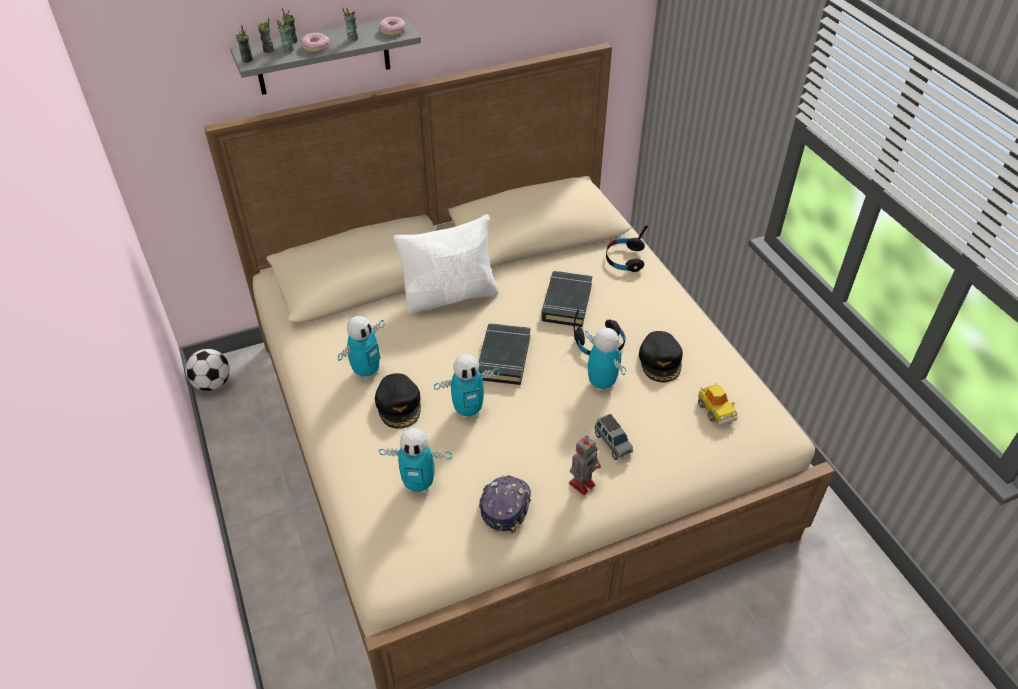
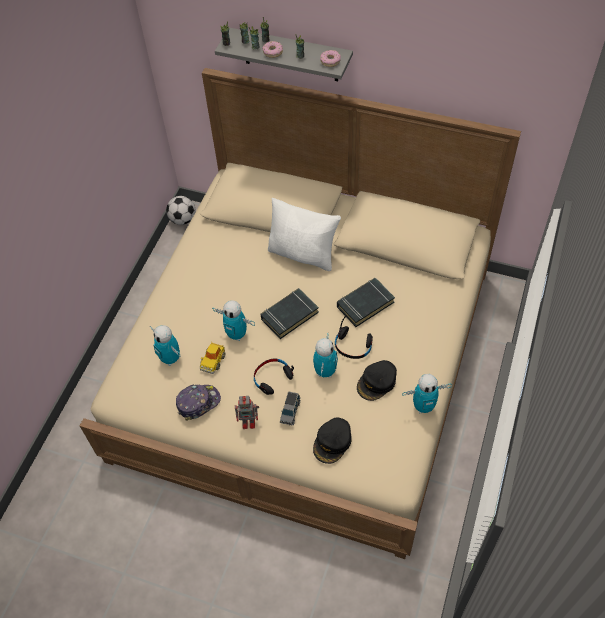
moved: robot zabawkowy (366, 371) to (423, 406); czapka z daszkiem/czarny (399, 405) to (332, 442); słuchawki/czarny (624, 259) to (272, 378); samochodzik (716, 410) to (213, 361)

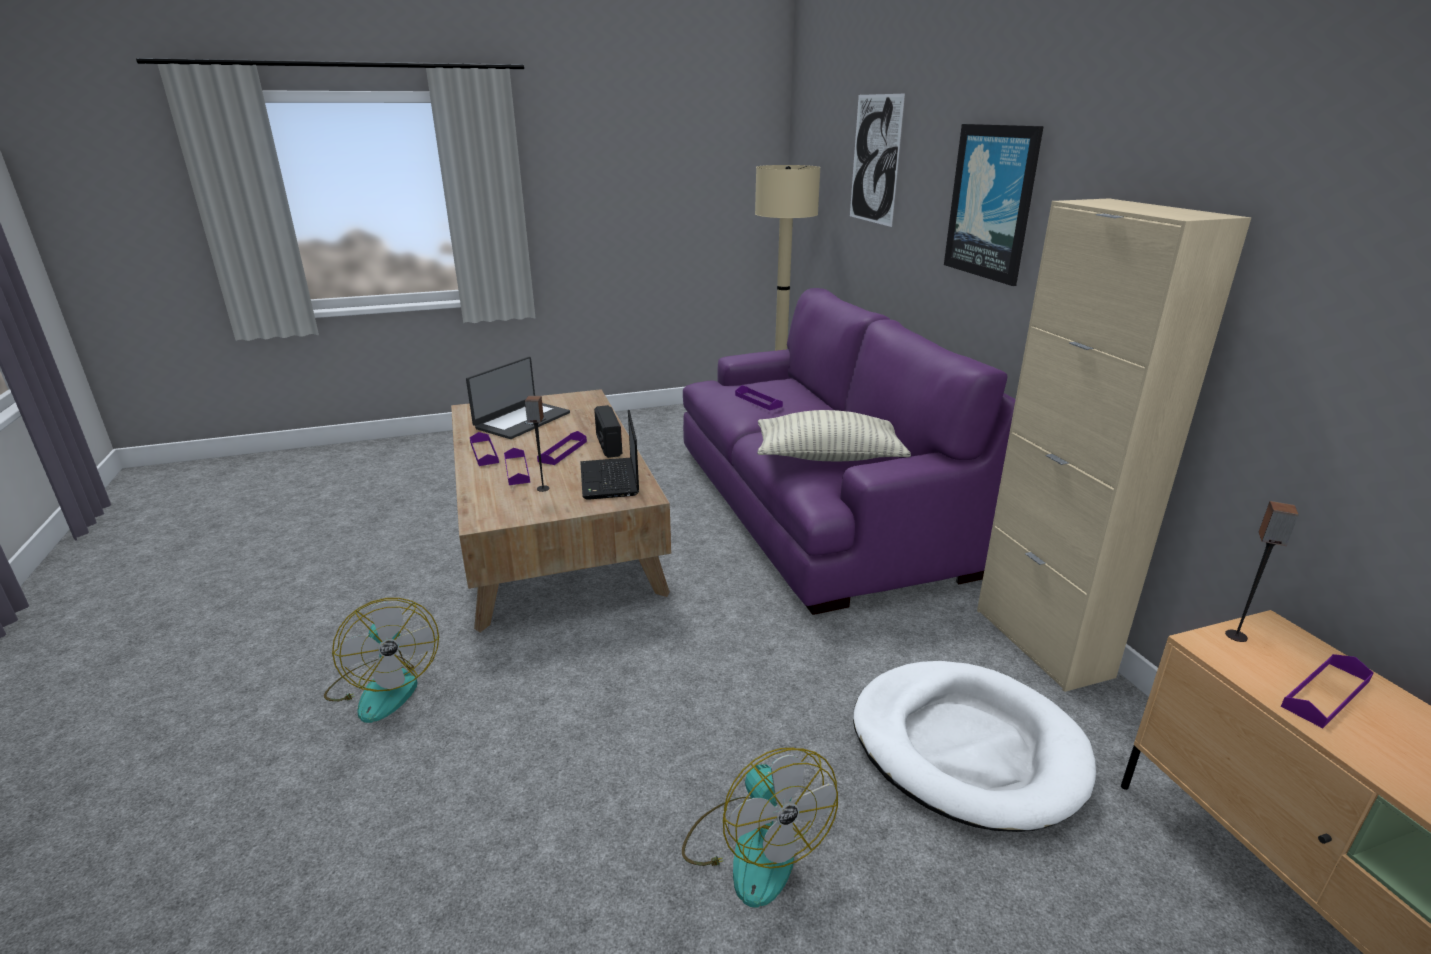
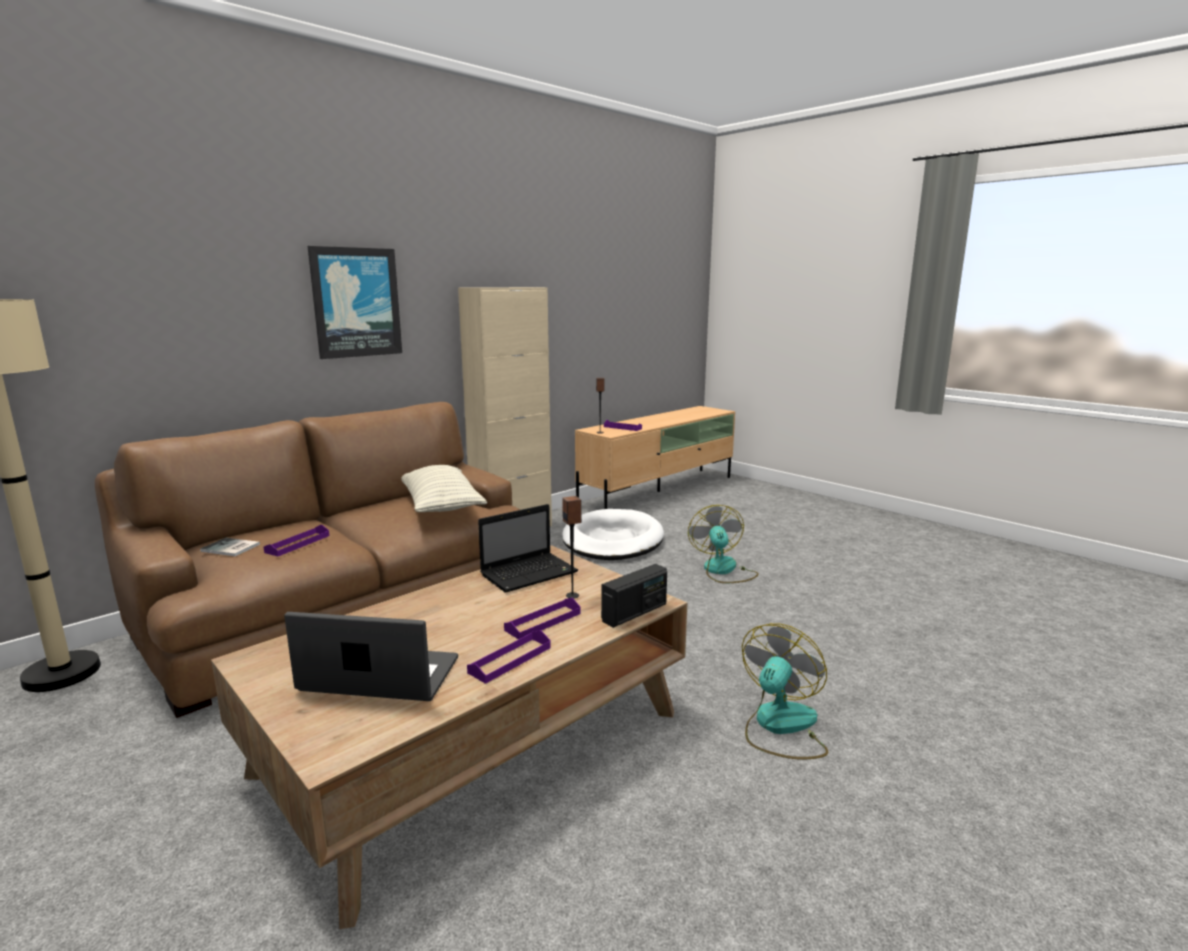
removed: taca/fioletowy (563, 451); obraz (875, 159)
added: książka (230, 548)
moved: radio (608, 445) to (635, 613)
recoloured: kanapa/fioletowy (815, 505) to kanapa/brązowy (348, 609)
turned: wentylator (753, 847) = (723, 570) 45 degrees counterclockwise

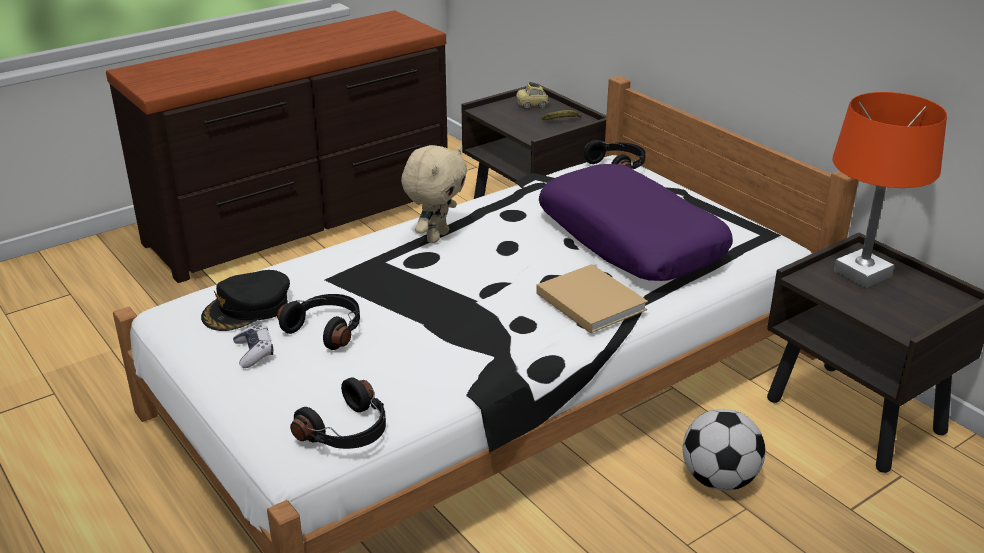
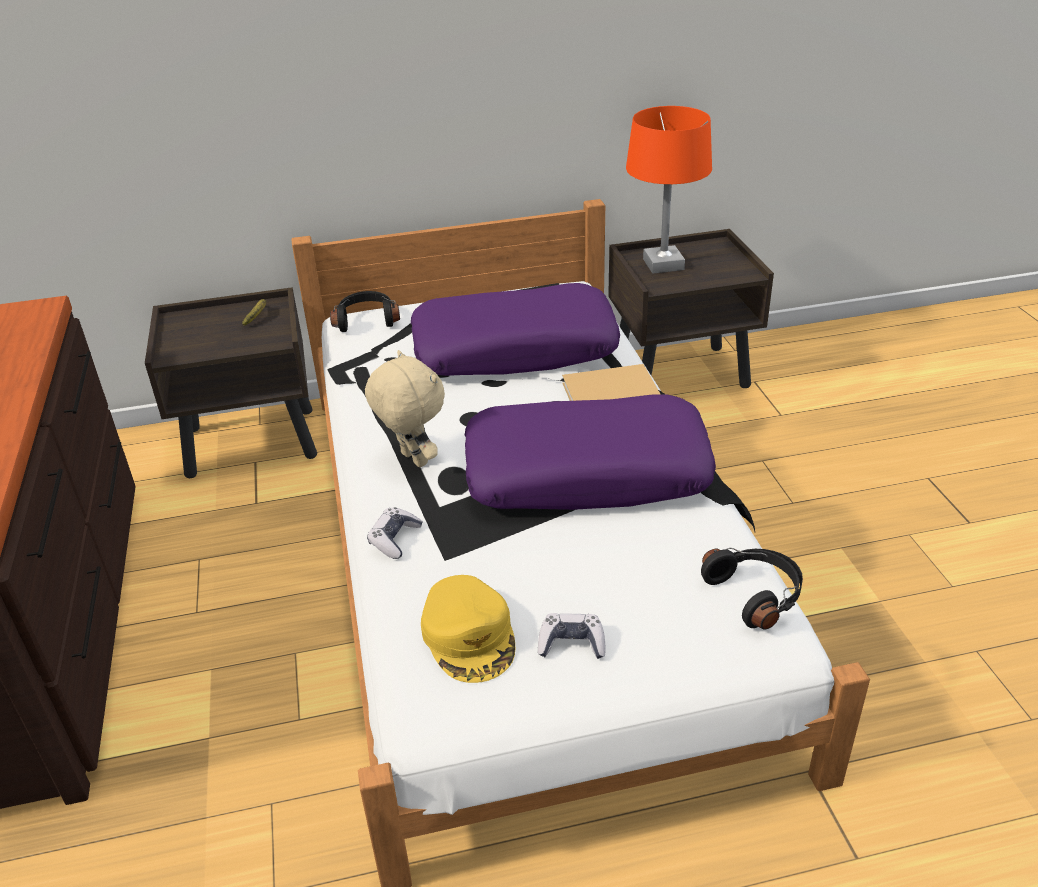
removed: słuchawki/czarny (327, 329); samochodzik (532, 105); piłka futbolowa (719, 480)
added: pad do gier (395, 539); poduszka/fioletowy (587, 473)
recoloured: czapka z daszkiem/czarny (247, 309) to czapka z daszkiem/żółty (470, 636)

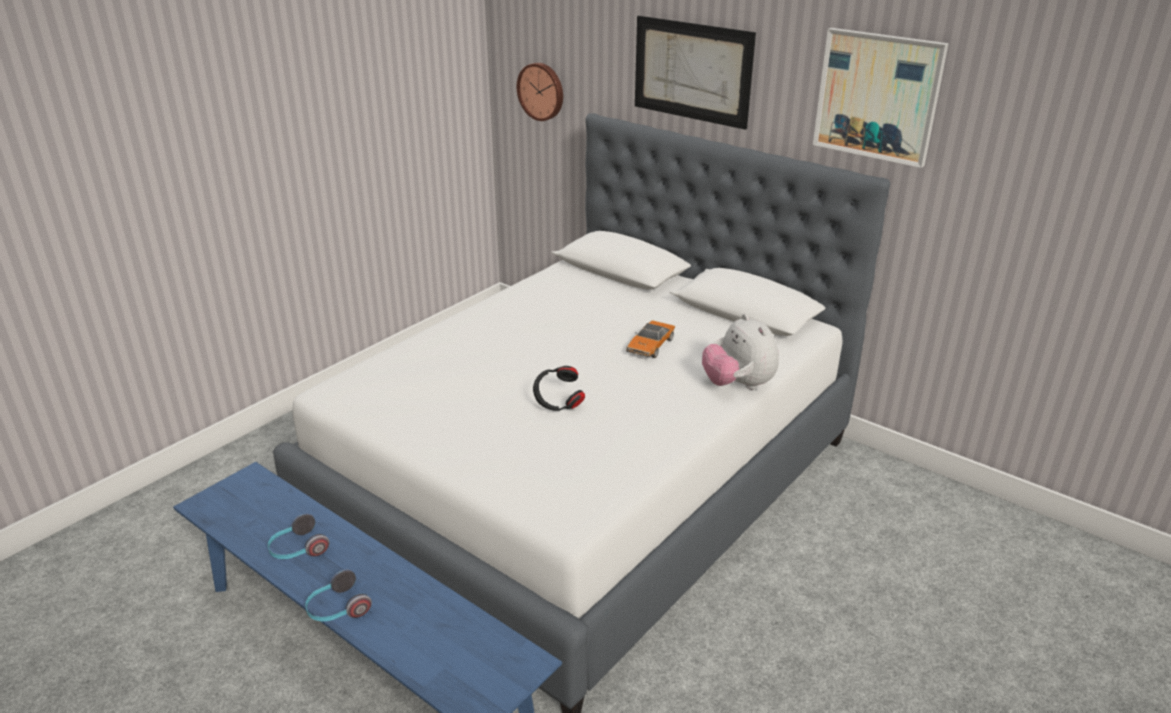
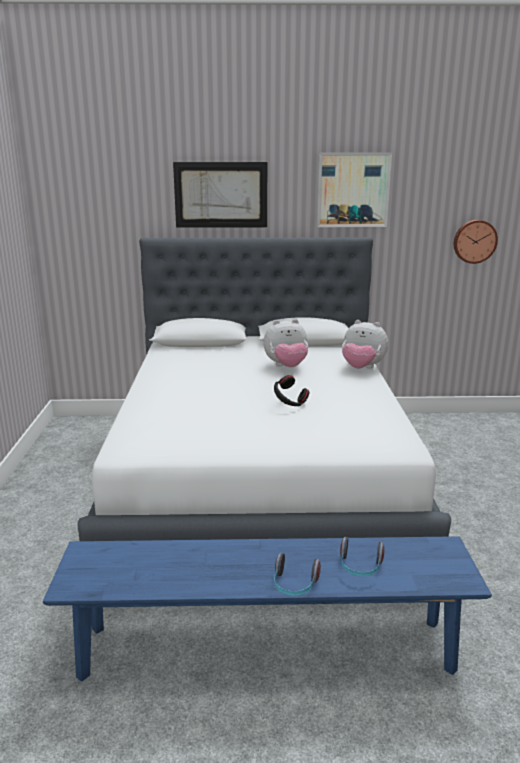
moved: słuchawki (297, 549) to (360, 567); zegar ścienny (541, 91) to (474, 241)
replaced: samochodzik (650, 346) to pluszak (286, 367)

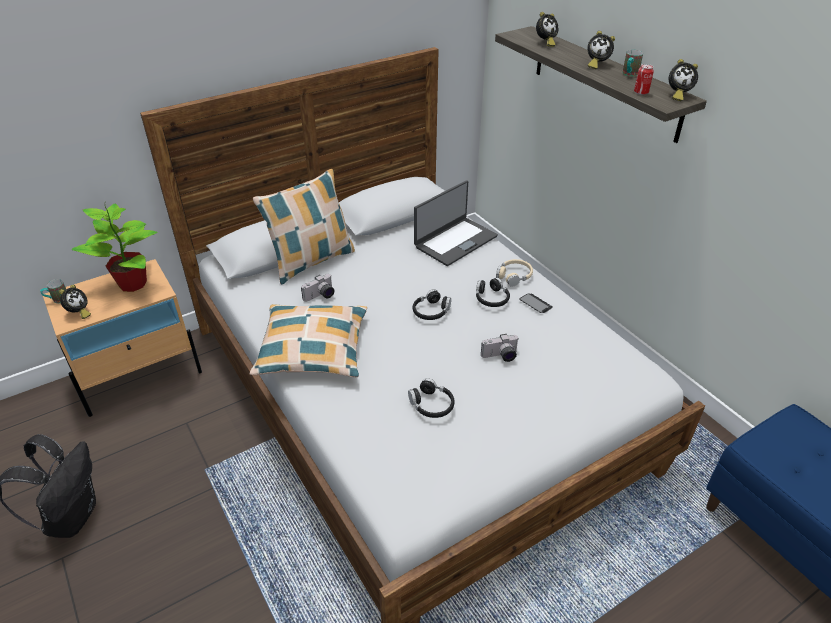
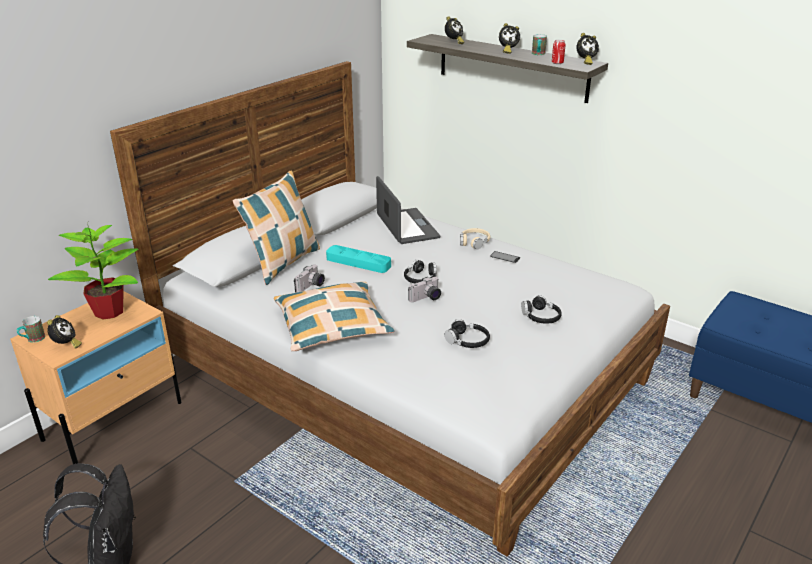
added: taca/turkusowy (358, 262)
moved: słuchawki/czarny (491, 298) to (541, 317); aparat fotograficzny (500, 356) to (426, 298)
turned: laptop (455, 241) = (406, 227) 45 degrees counterclockwise

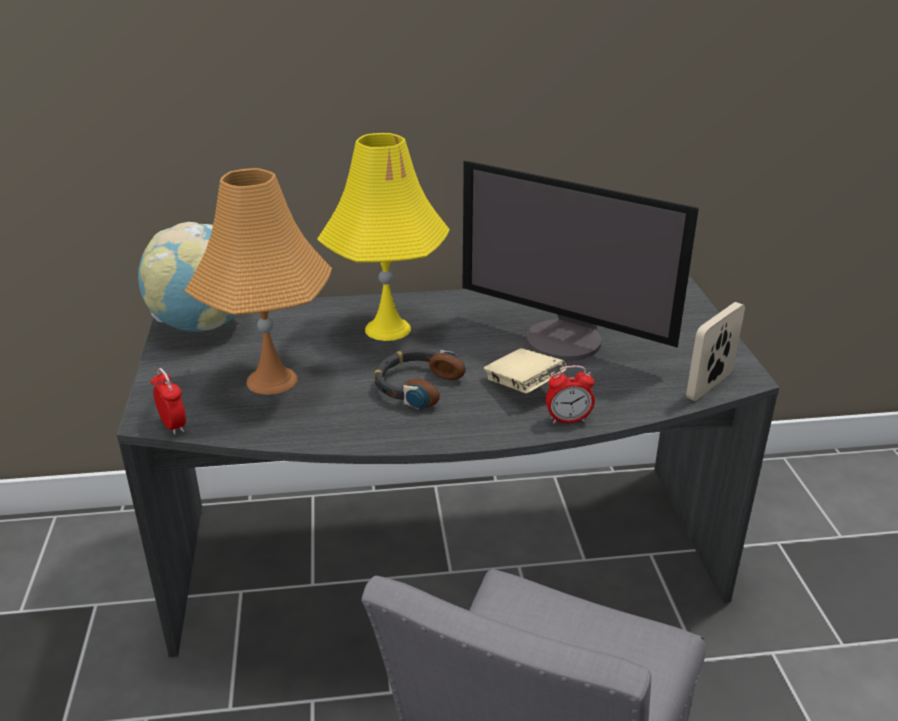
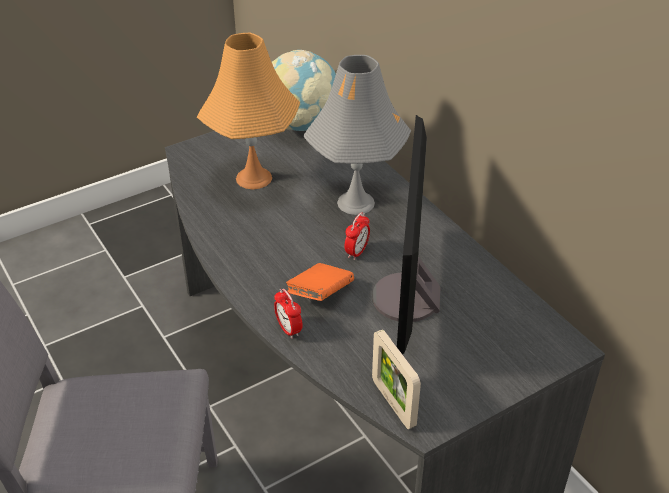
removed: słuchawki (416, 385)
moved: budzik (173, 425) to (357, 252)
recoloured: lampa stołowa/żółty (388, 329) to lampa stołowa/szary (356, 203); książka/beżowy (523, 386) to książka/pomarańczowy (320, 294)
turned: ramka na zdjęcie (709, 385) = (393, 403) 135 degrees counterclockwise

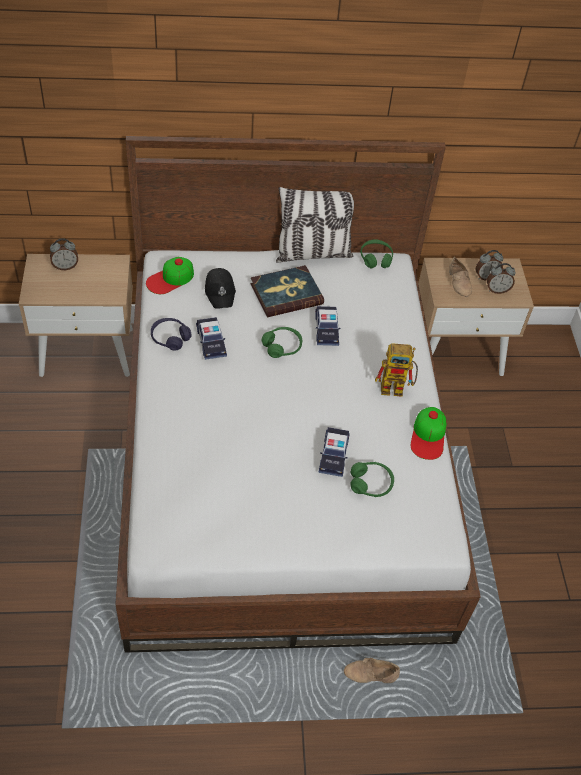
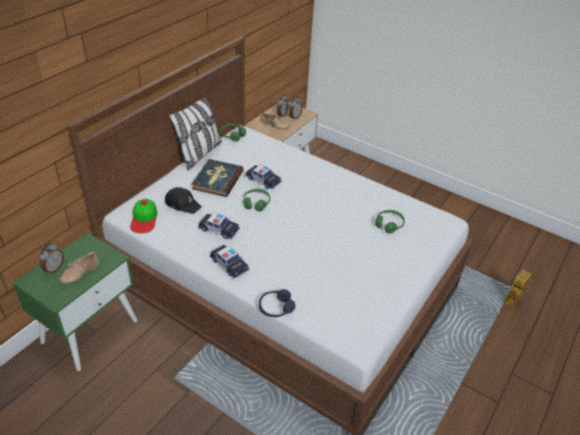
removed: czapka z daszkiem (428, 436)
moved: słuchawki/fioletowy (170, 338) to (276, 308); samochodzik (333, 455) to (229, 264); but/beżowy (370, 675) to (80, 272); robot zabawkowy (397, 388) to (512, 299)
recoloured: szafka nocna/beżowy (87, 351) to szafka nocna/zielony (90, 330)

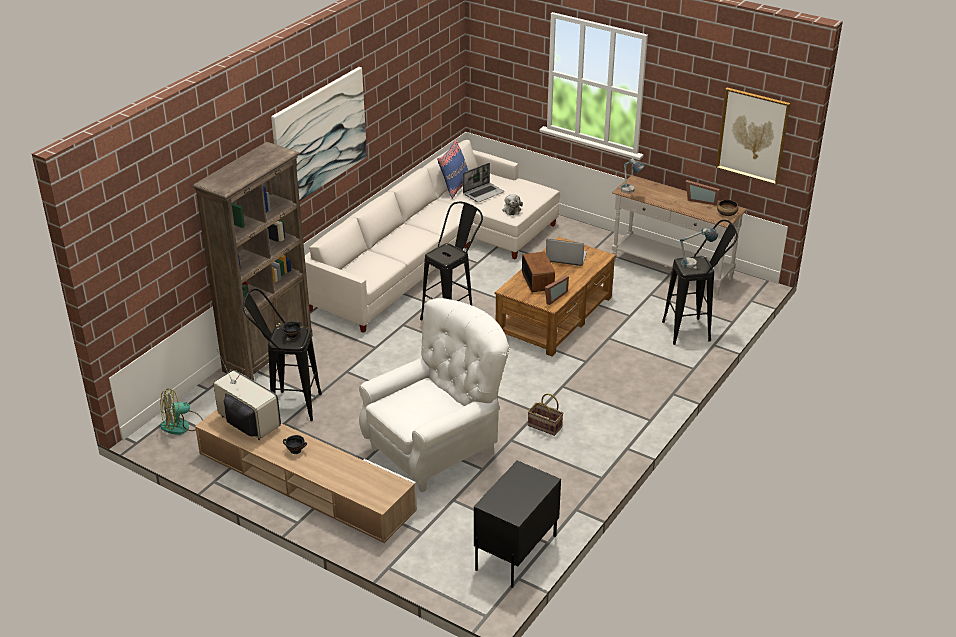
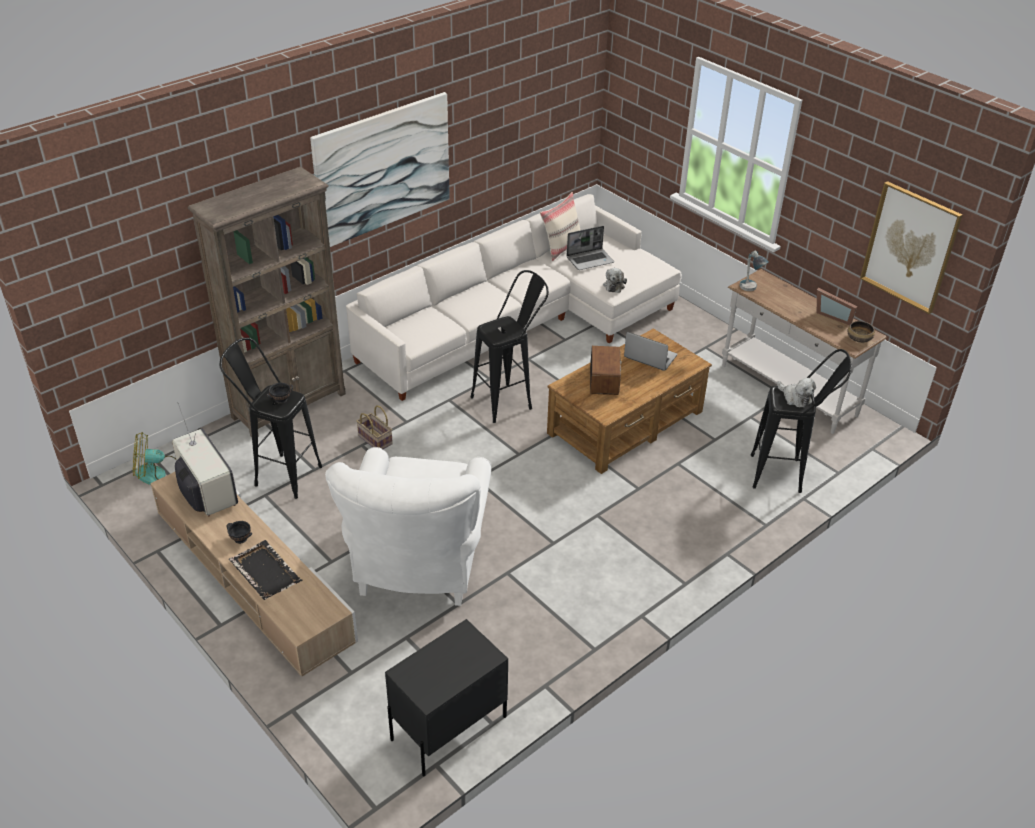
removed: ramka na zdjęcie (553, 297)
added: taca/czarny (265, 571)
moved: koszyk (543, 426) to (374, 440)
replaced: lampa stołowa (695, 264) to pluszak (795, 398)
recoloured: poduszka/niebieski (454, 187) to poduszka/beżowy (561, 247)
turned: fotel/biały (437, 448) = (418, 565) 120 degrees clockwise

